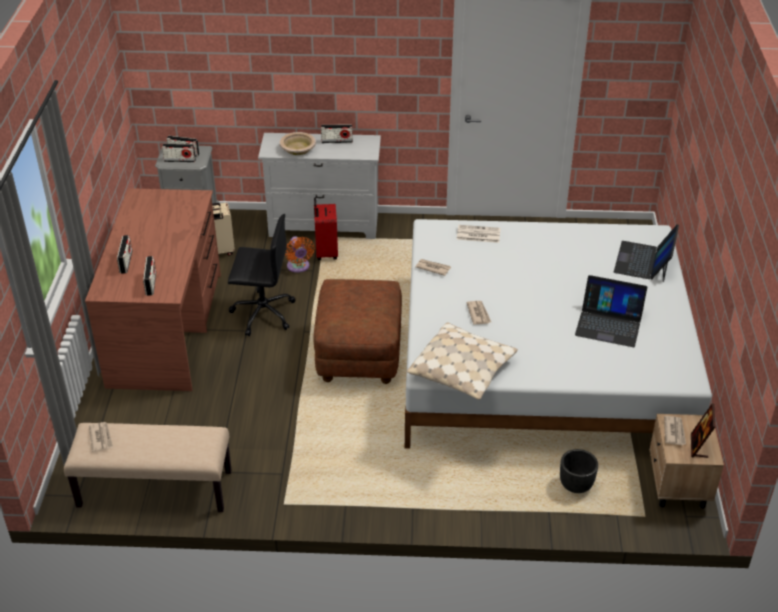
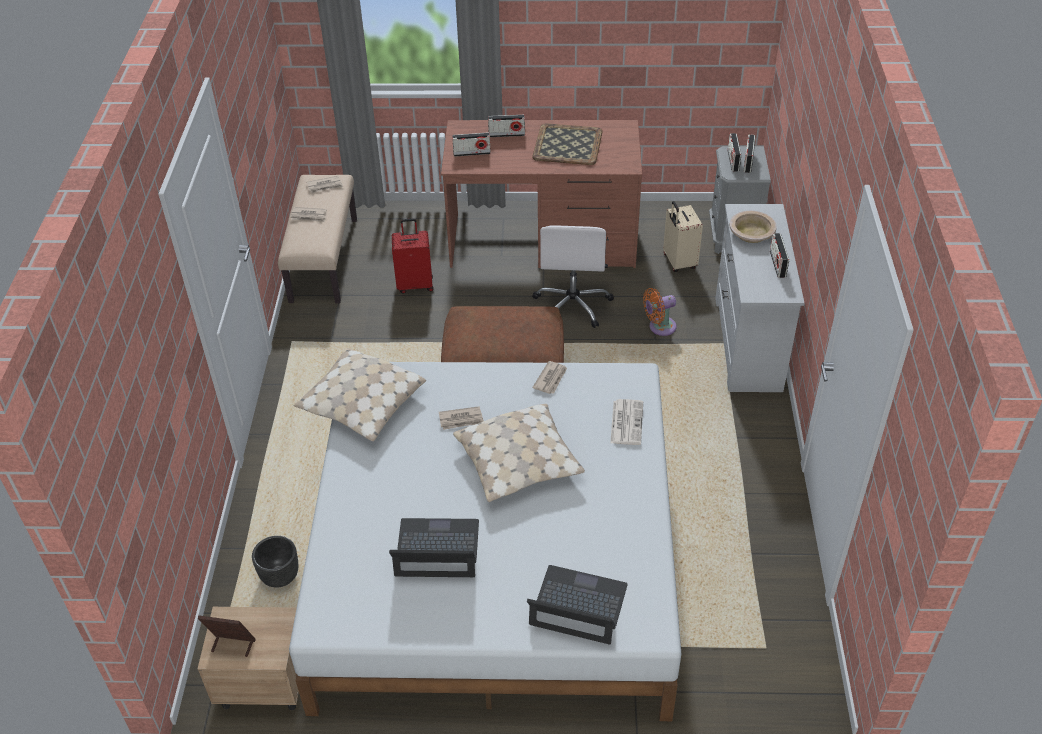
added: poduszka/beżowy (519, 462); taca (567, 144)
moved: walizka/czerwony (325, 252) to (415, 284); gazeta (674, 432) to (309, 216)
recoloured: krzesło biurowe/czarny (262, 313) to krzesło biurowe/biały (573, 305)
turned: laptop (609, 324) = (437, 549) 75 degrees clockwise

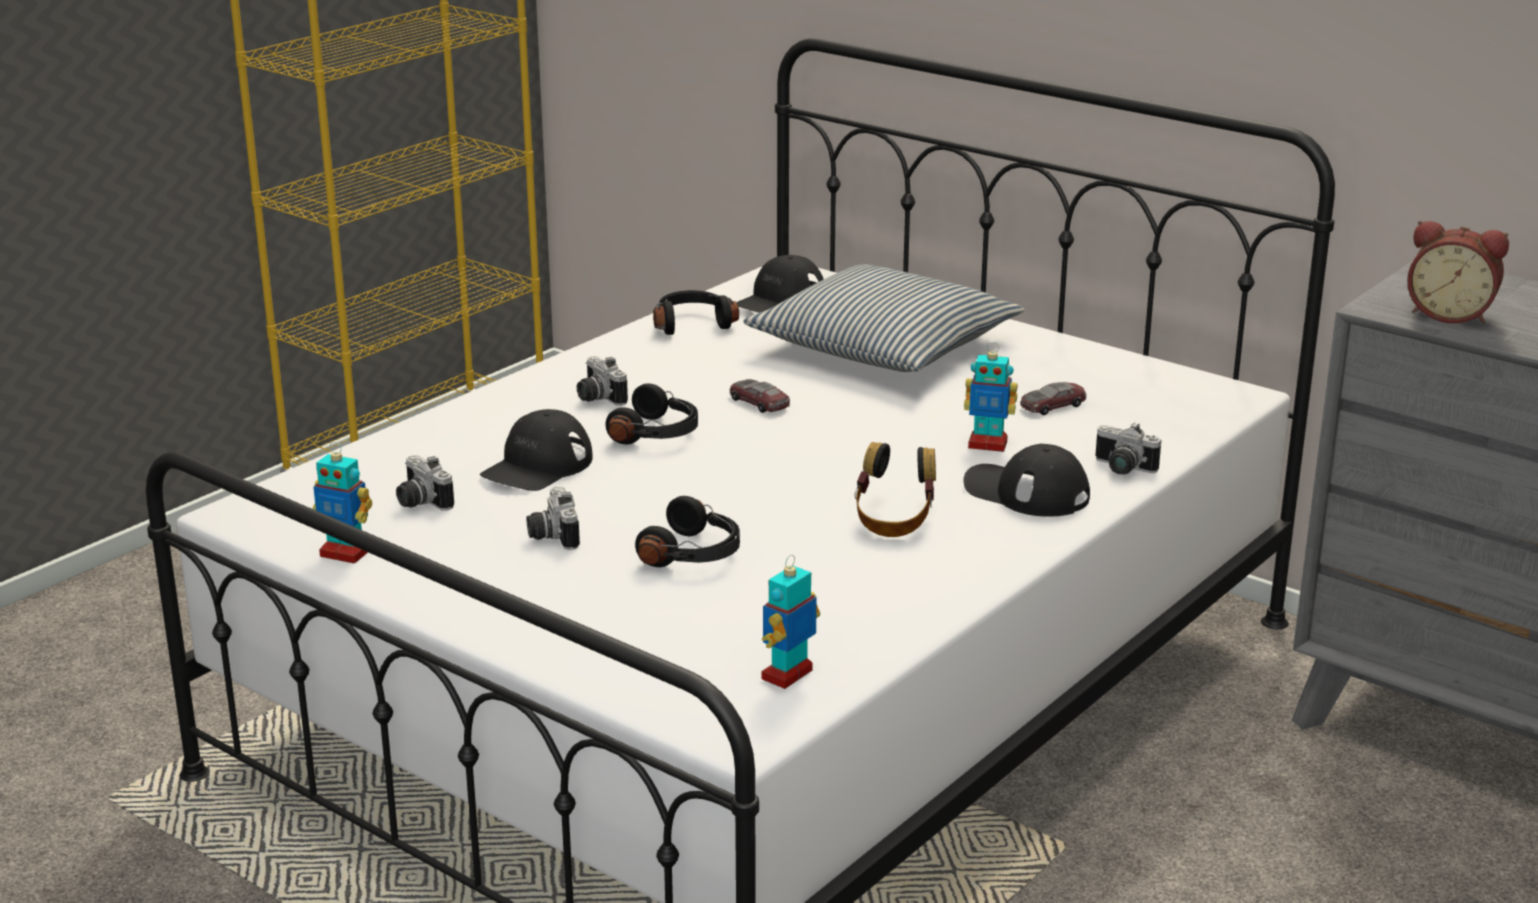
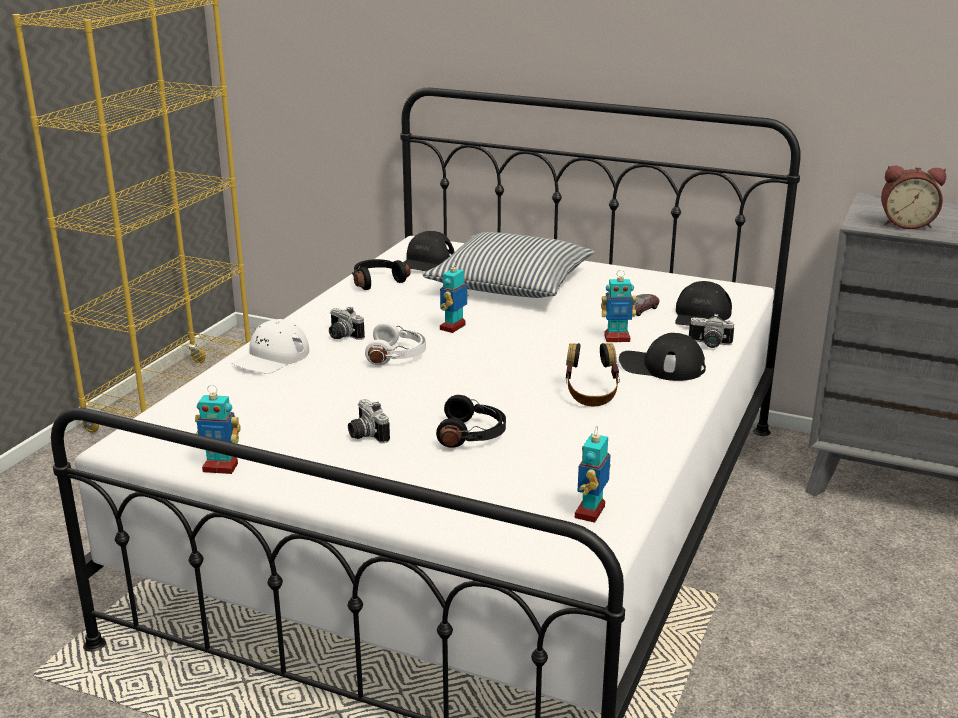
removed: aparat fotograficzny (419, 502)
added: czapka z daszkiem/biały (271, 357)
moved: czapka z daszkiem/czarny (537, 466) to (701, 316)
replaced: samochodzik (759, 402) to robot zabawkowy (453, 327)
recoloured: słuchawki/czarny (657, 433) to słuchawki/biały (397, 355)

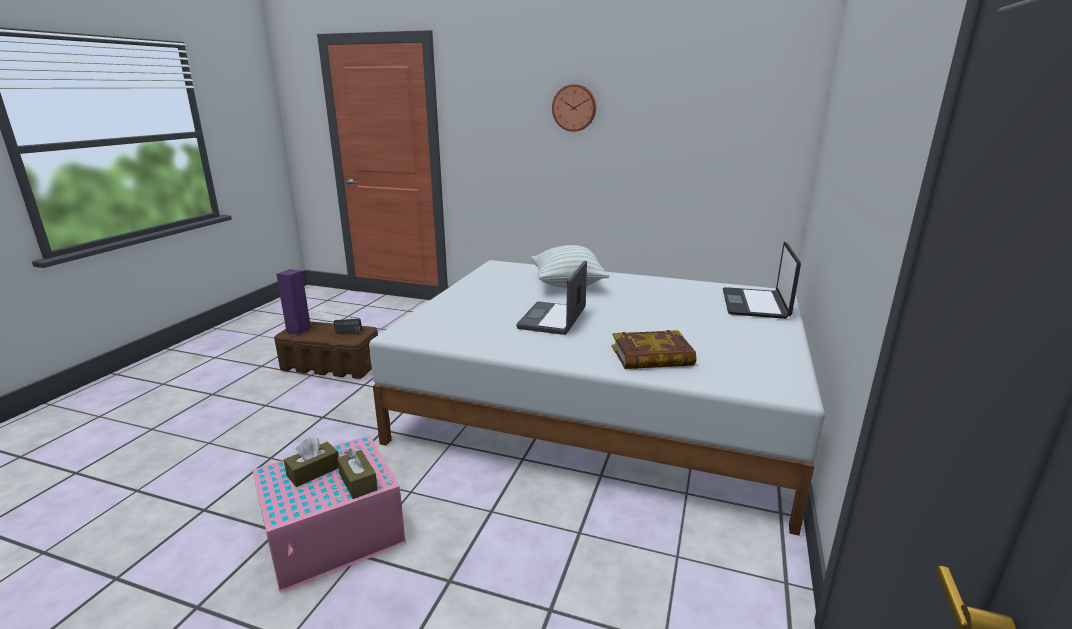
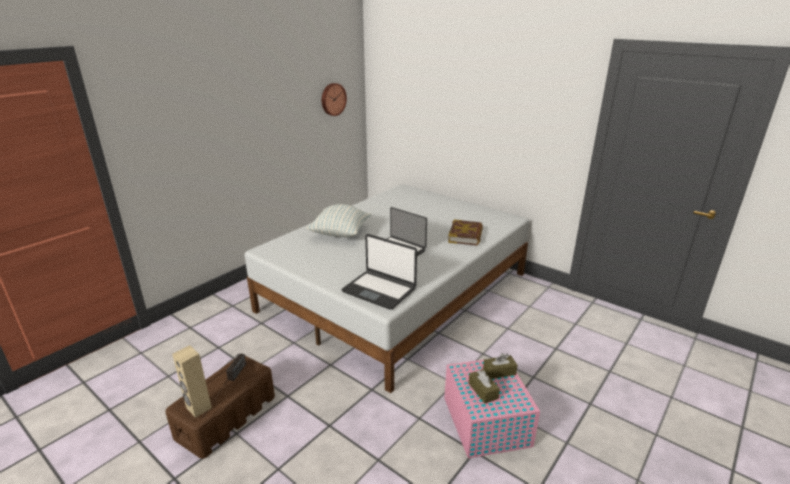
moved: zegar ścienny (574, 108) to (332, 99); laptop (755, 304) to (379, 290)
recoloured: głośnik/fioletowy (298, 330) to głośnik/beżowy (198, 408)

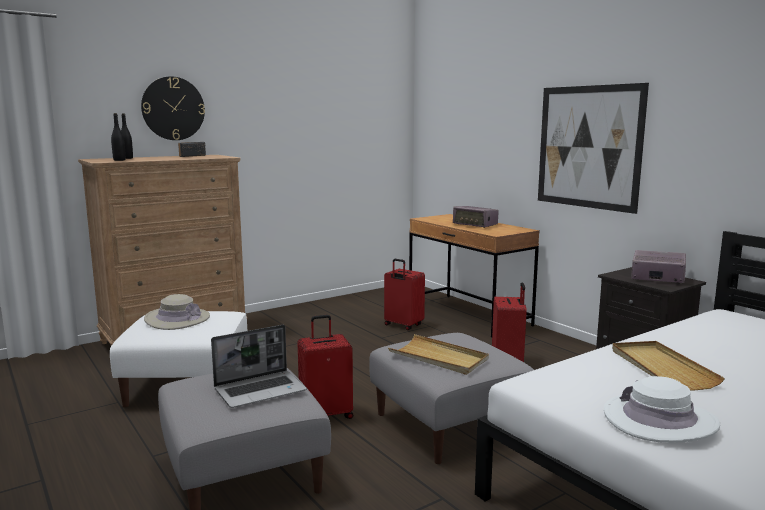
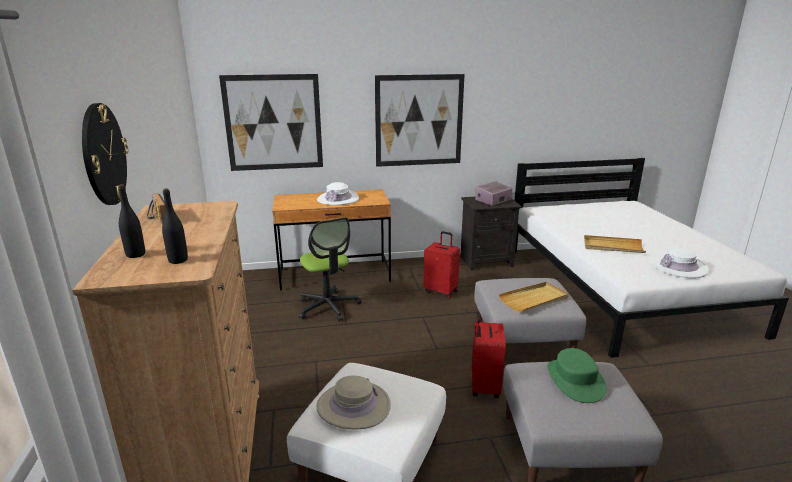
added: obraz (273, 123)
replaced: laptop (261, 390) to kapelusz/zielony (574, 380); walizka/czerwony (403, 325) to krzesło biurowe (328, 307); radio (475, 225) to kapelusz/biały (338, 199)

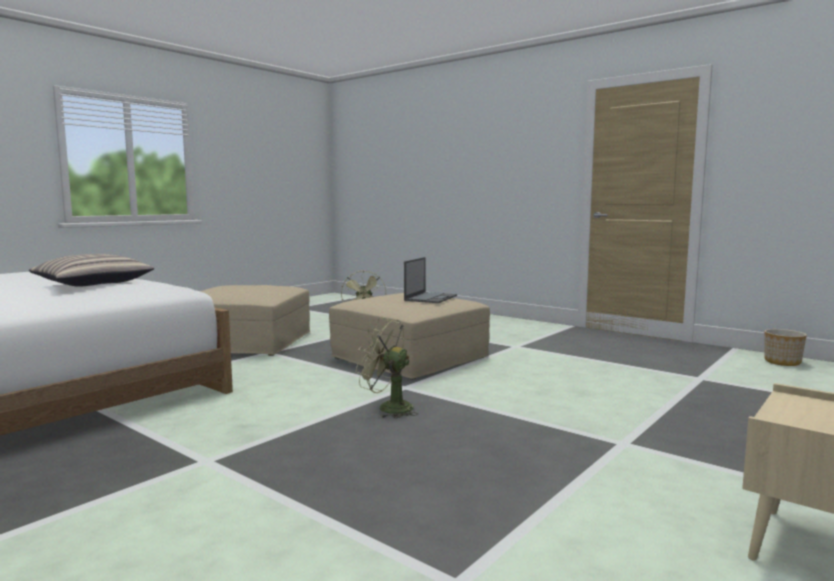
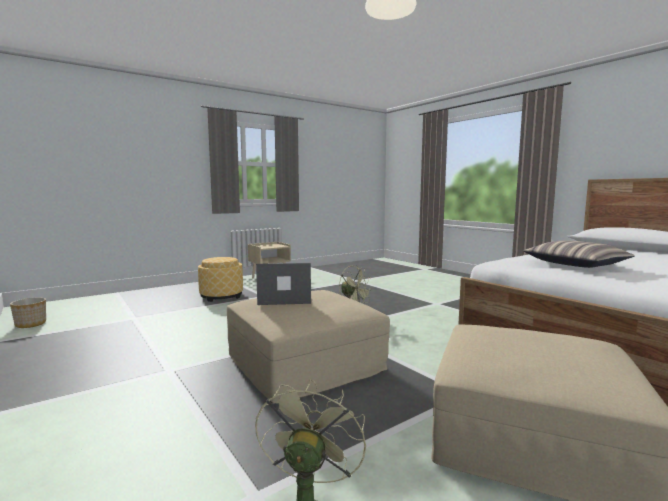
added: pufa (221, 296)
turned: laptop (431, 298) = (284, 299) 45 degrees clockwise

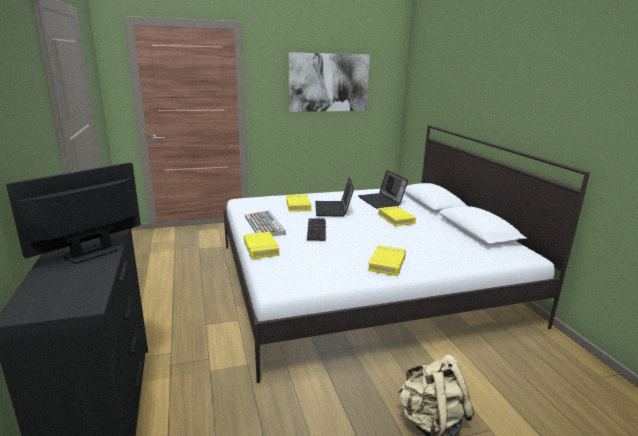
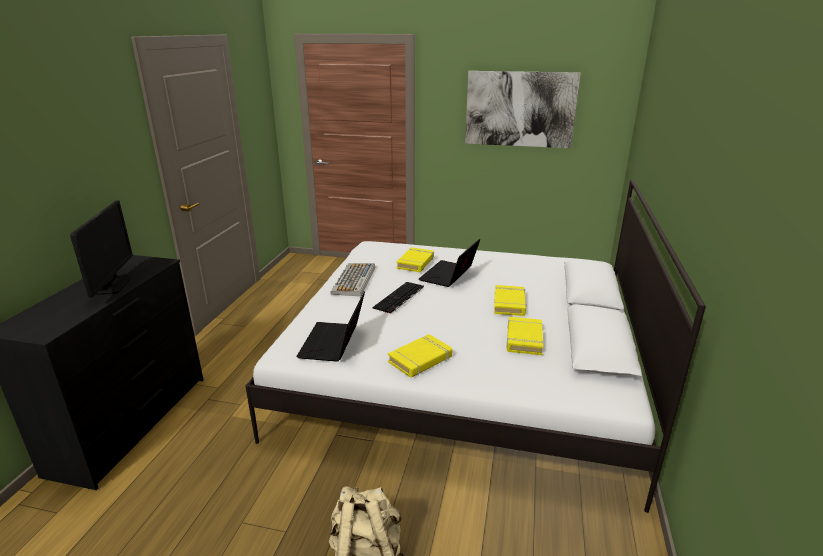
moved: książka/żółty (260, 248) to (524, 339); laptop (381, 201) to (333, 343)
turned: monitor (91, 253) = (112, 285) 105 degrees clockwise

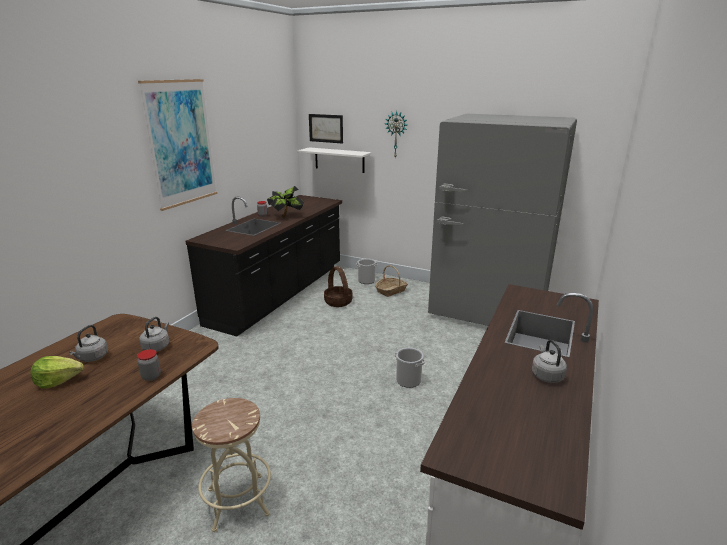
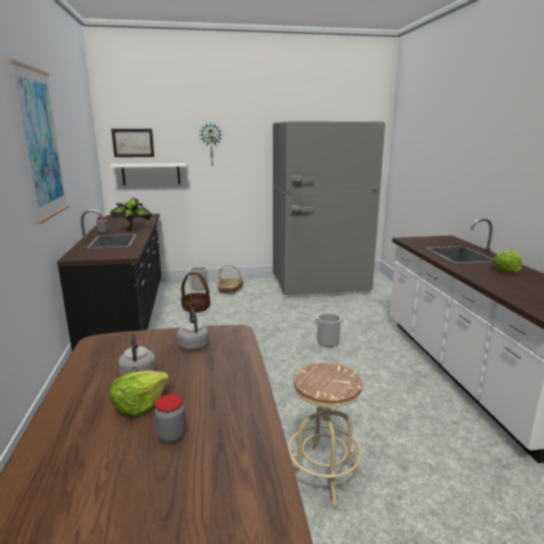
moved: słoik (151, 376) to (171, 436)
replaced: czajnik/szary (546, 375) to sałata (507, 271)

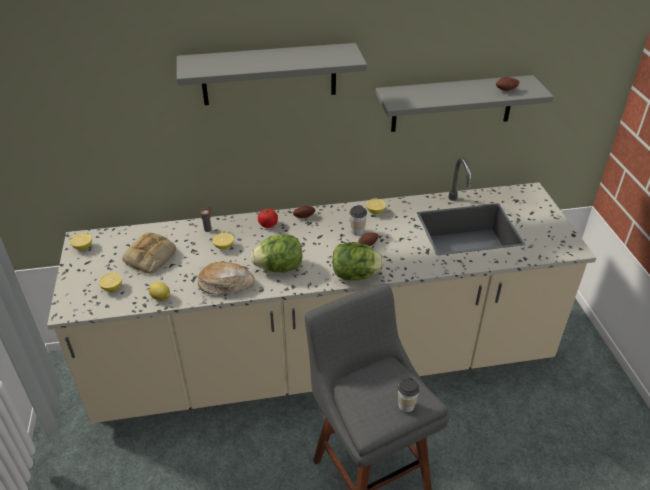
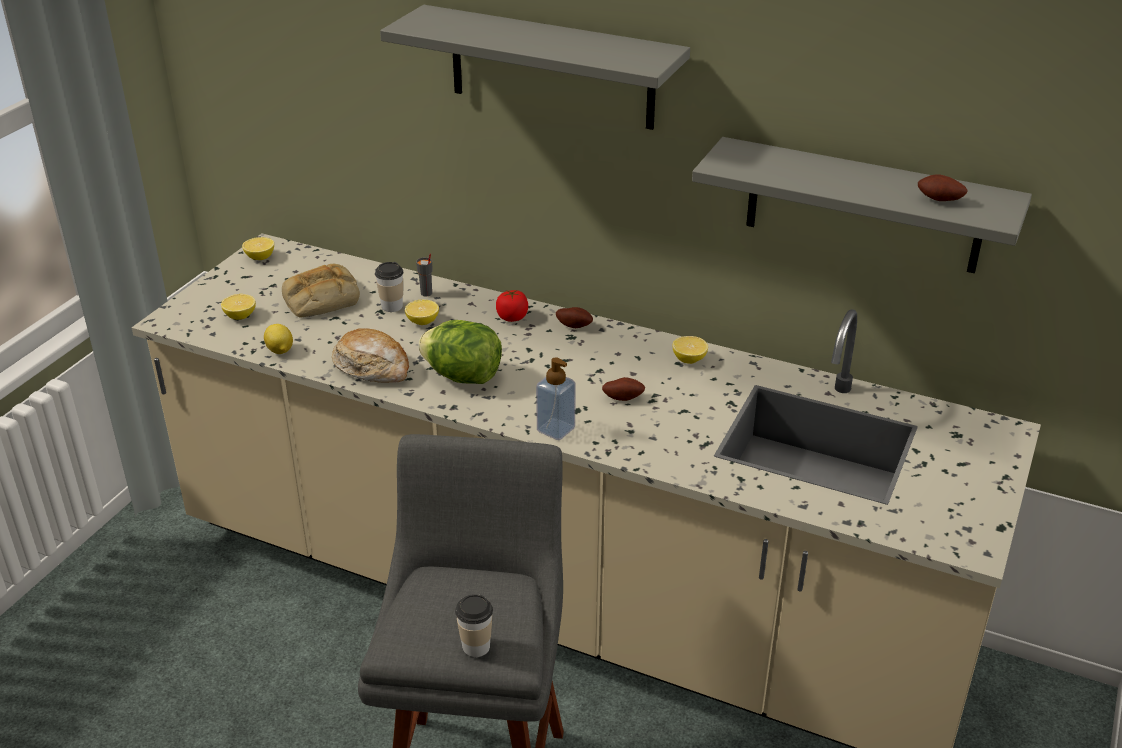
moved: filiżanka (357, 231) to (392, 306)
replaced: sałata (355, 275) to dozownik mydła (556, 429)

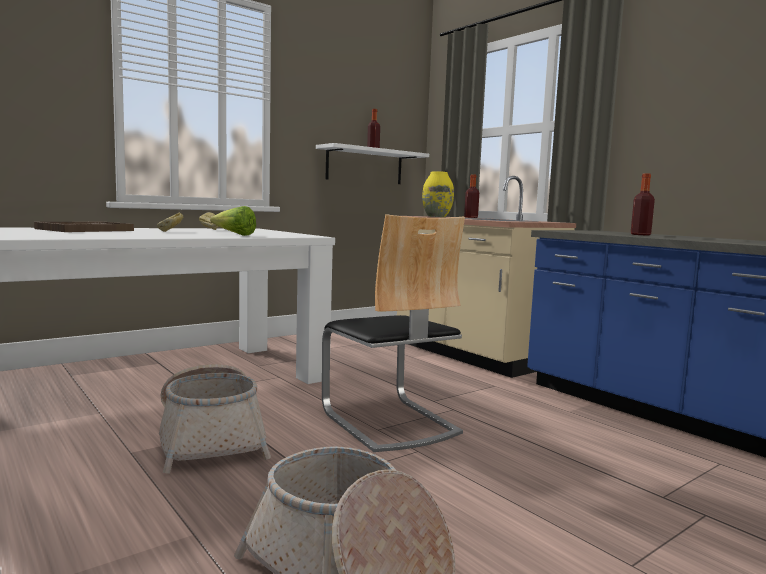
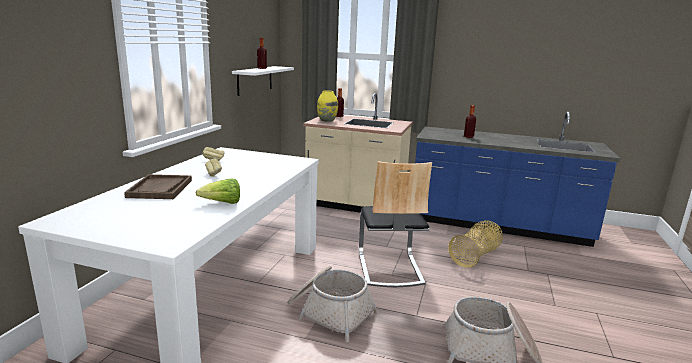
added: koszyk (475, 256)
moved: sałata (235, 235) to (222, 203)
turned: krzesło (389, 422) = (389, 268) 60 degrees clockwise

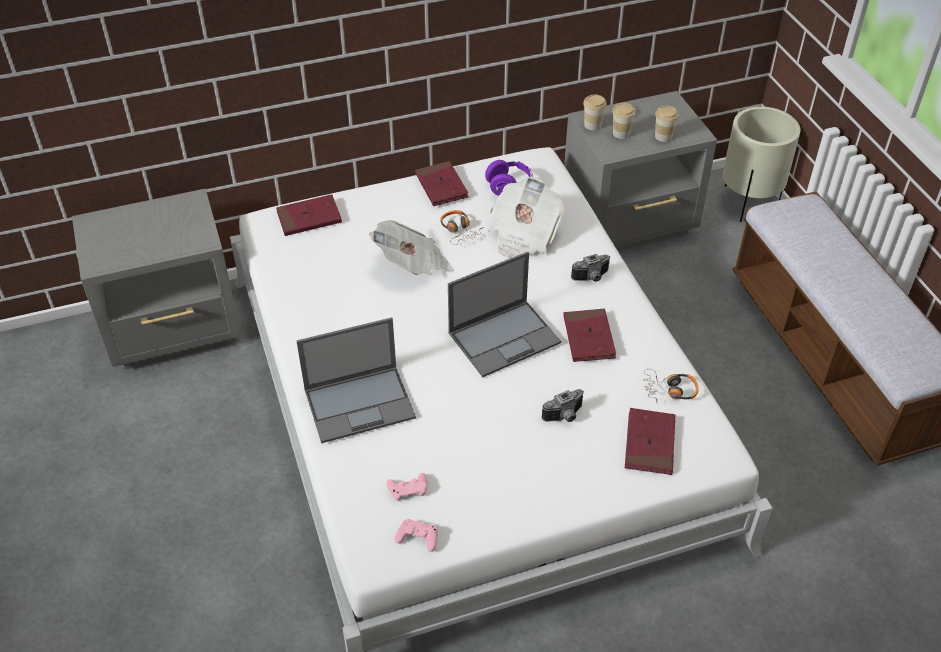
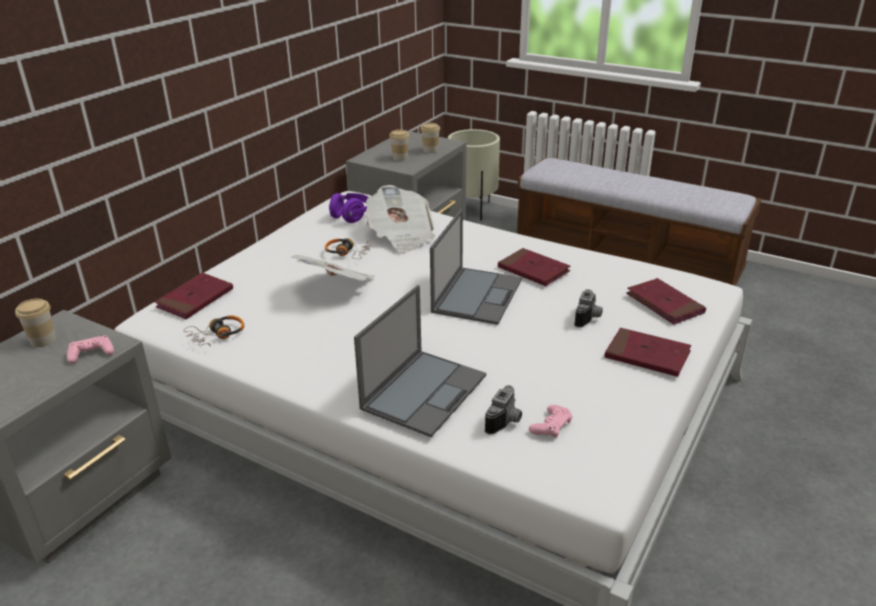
moved: pad do gier/różowy (417, 538) to (91, 353); książka/czerwony (441, 186) to (647, 355); aparat fotograficzny (592, 278) to (506, 421); filiżanka (592, 125) to (43, 340); słuchawki (670, 390) to (217, 336)

